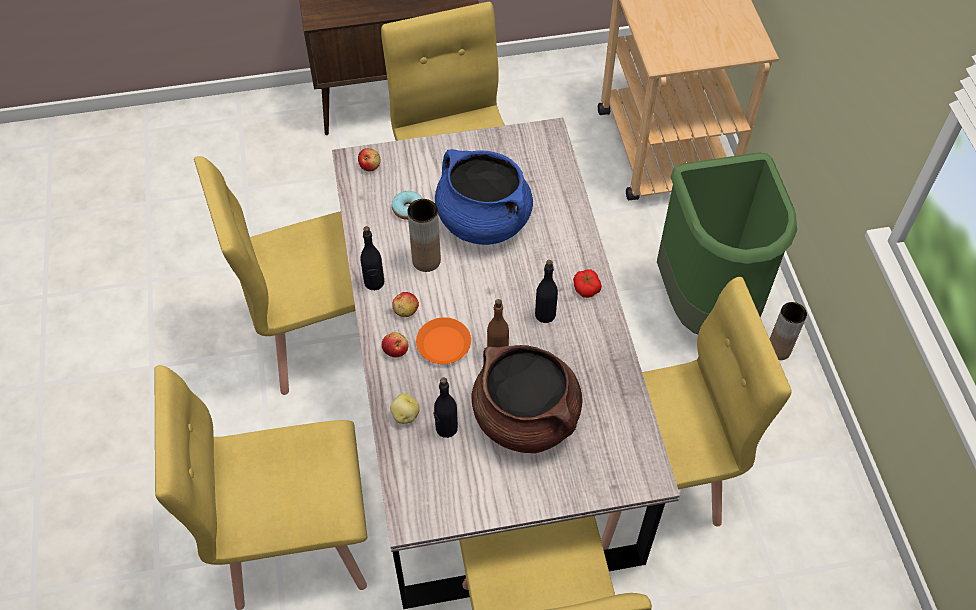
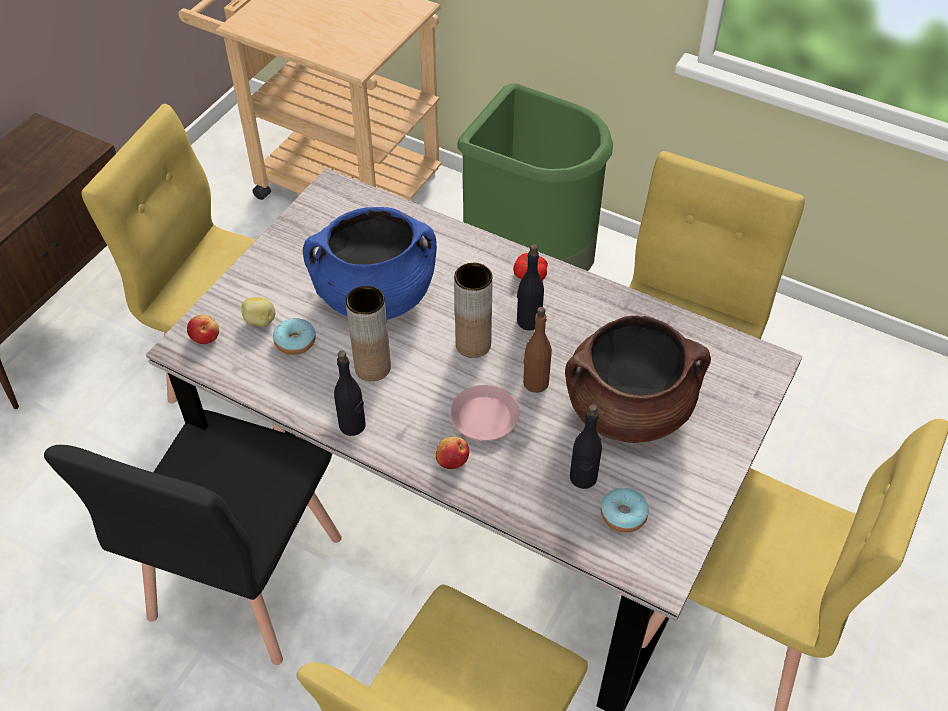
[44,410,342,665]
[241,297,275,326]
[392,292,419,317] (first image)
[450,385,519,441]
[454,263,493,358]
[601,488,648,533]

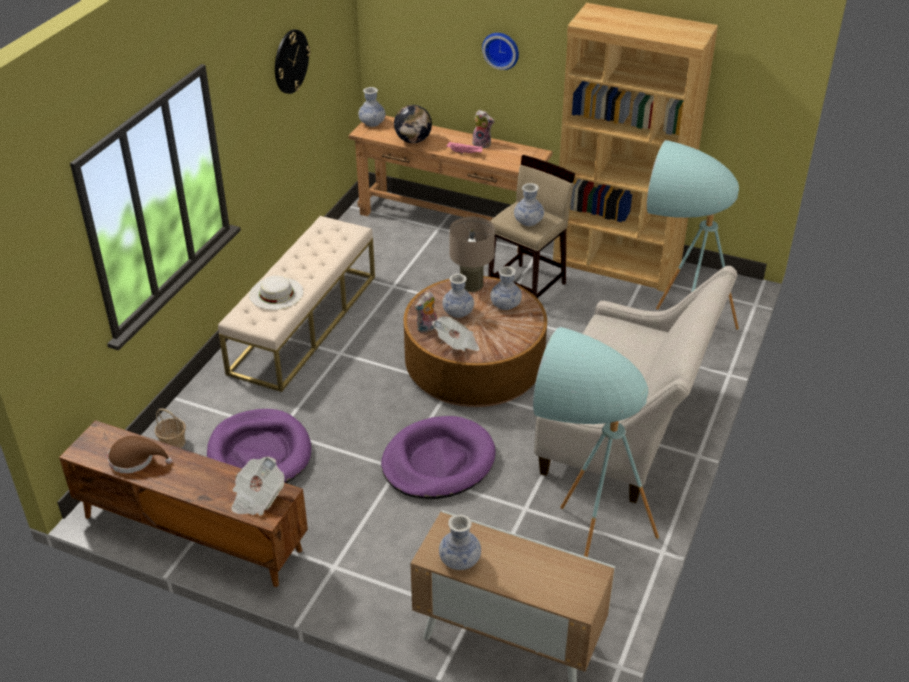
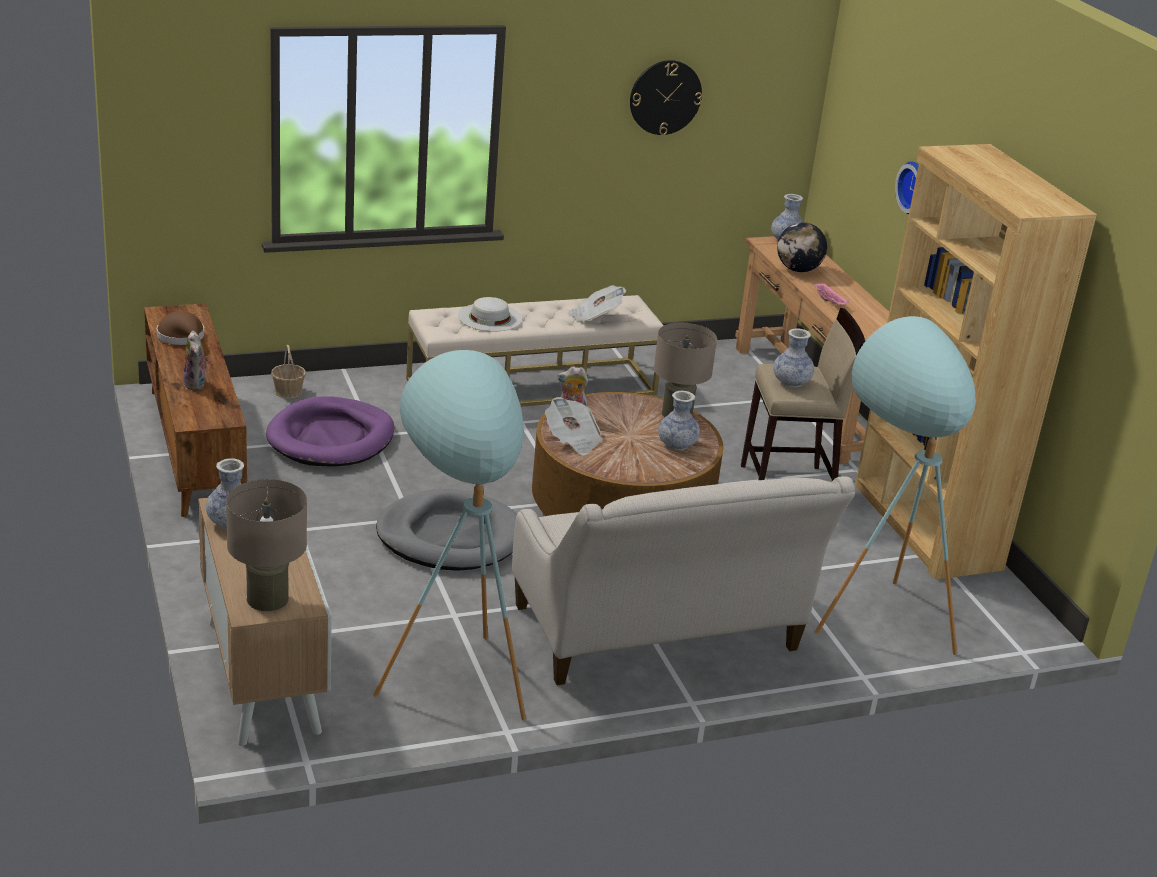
[569,285,626,322]
[376,489,517,571]
[442,274,474,318] (first image)
[183,331,209,390]
[226,479,307,611]

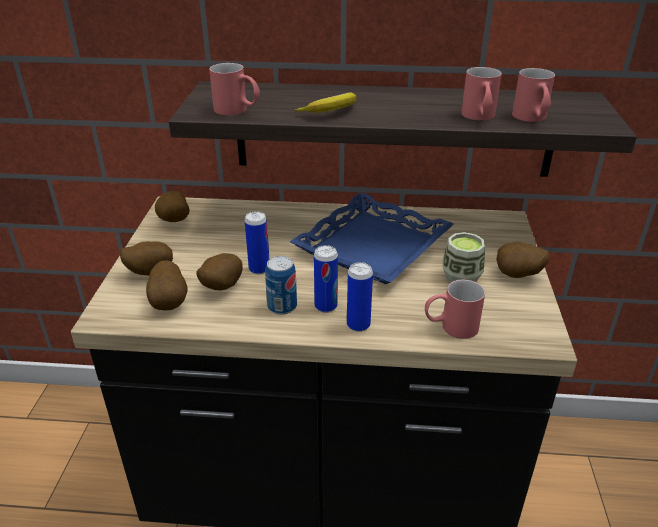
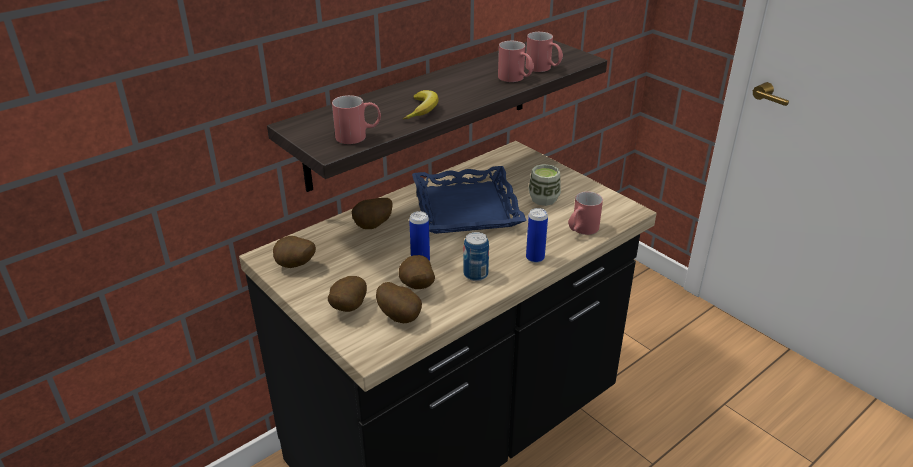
[314,245,338,313] (first image)
[352,198,392,229]

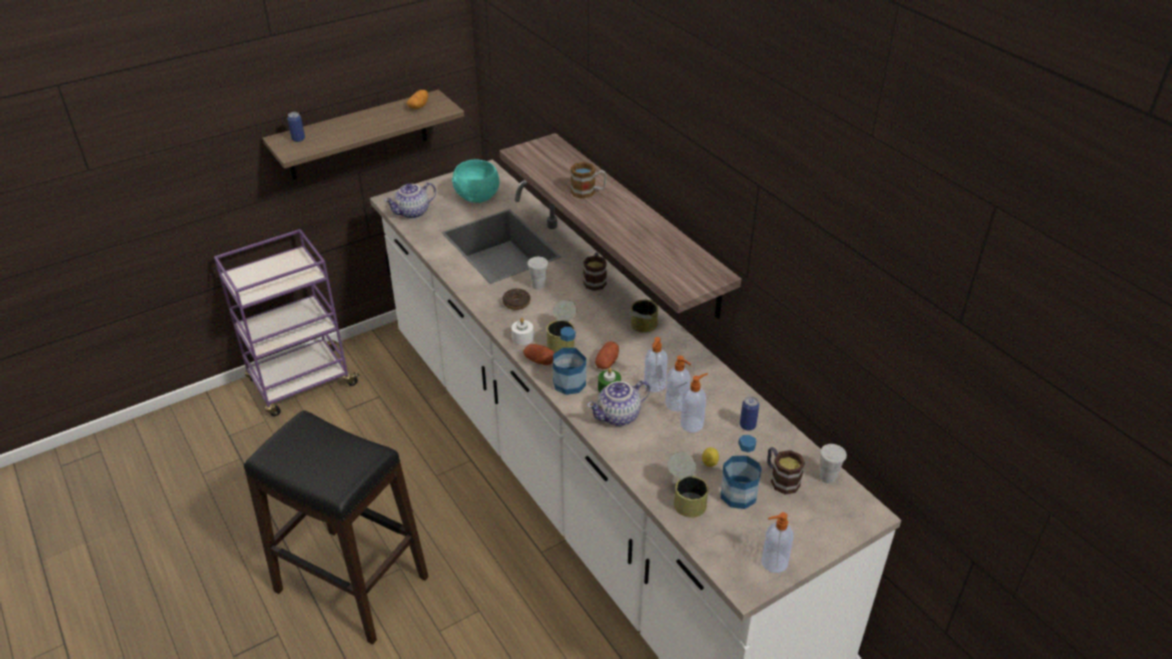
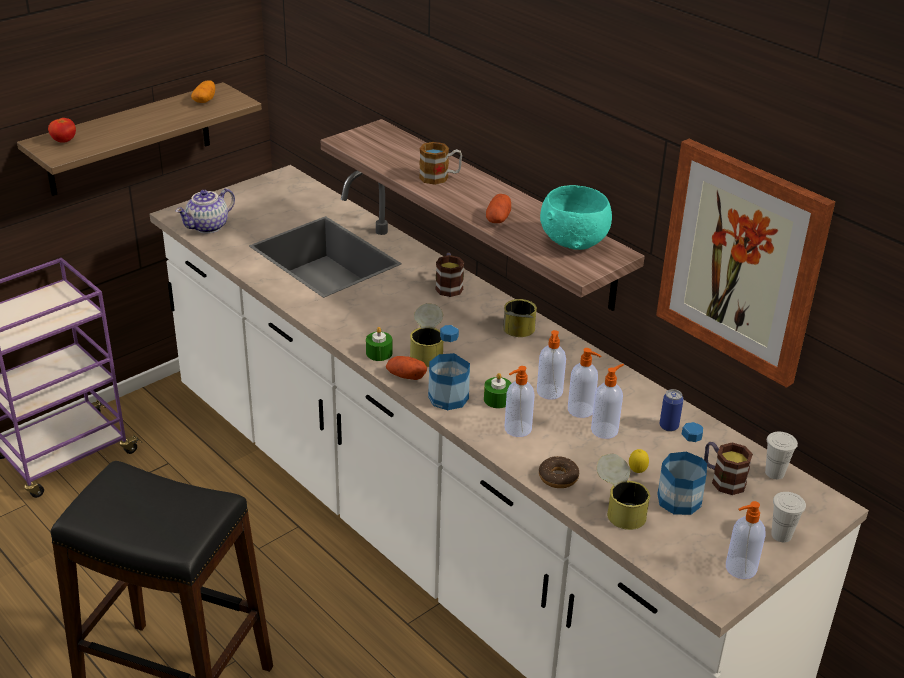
[48,118,76,143]
[540,185,612,250]
[539,456,579,488]
[366,327,392,361]
[771,492,806,542]
[504,366,535,437]
[486,194,511,223]
[656,139,835,388]

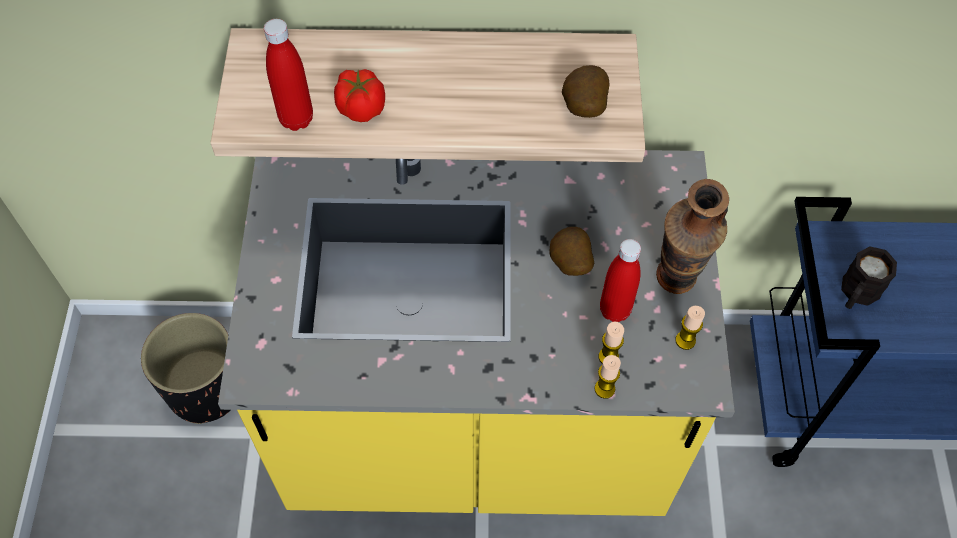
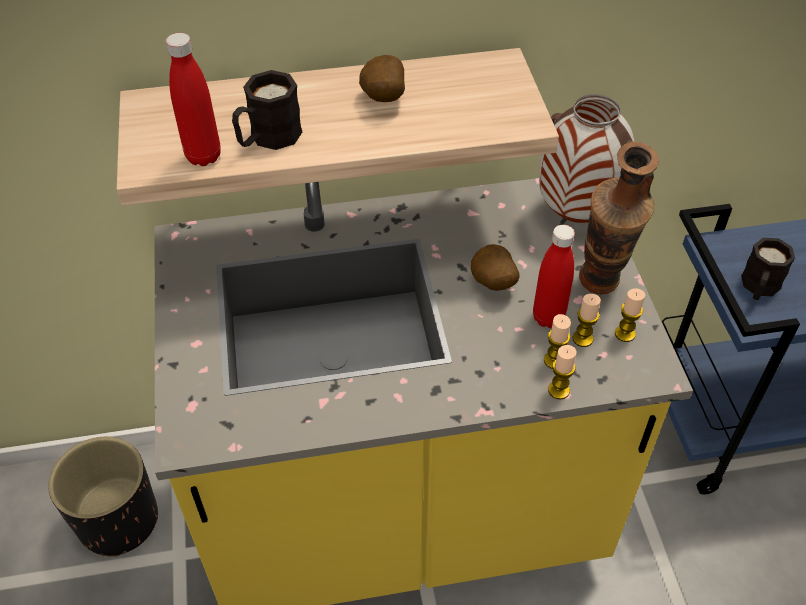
[232,70,302,150]
[359,55,405,102]
[539,94,634,223]
[572,294,601,347]

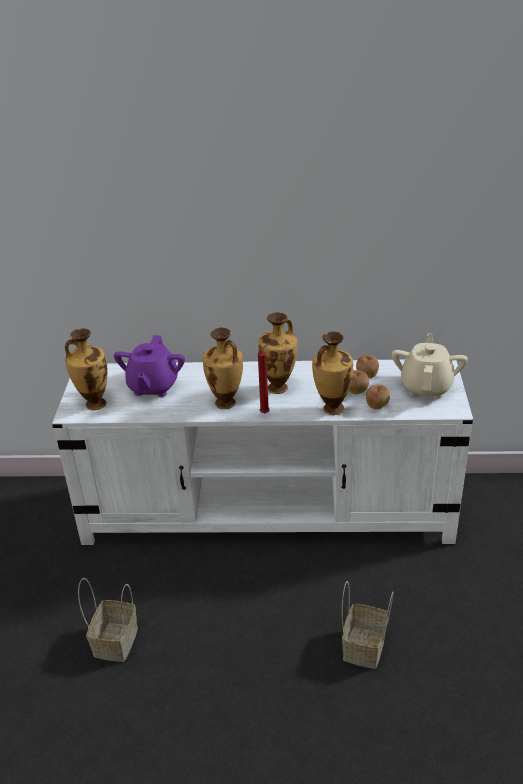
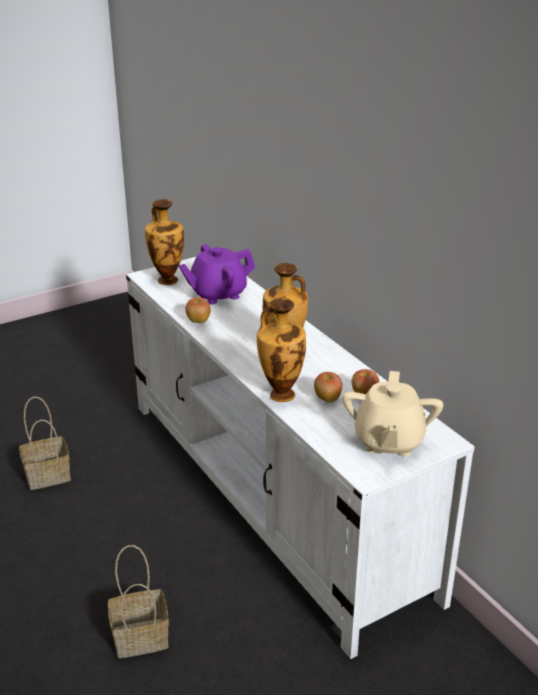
[203,328,243,409] (first image)
[258,343,270,413] (first image)
[186,297,210,323]
[342,371,444,457]

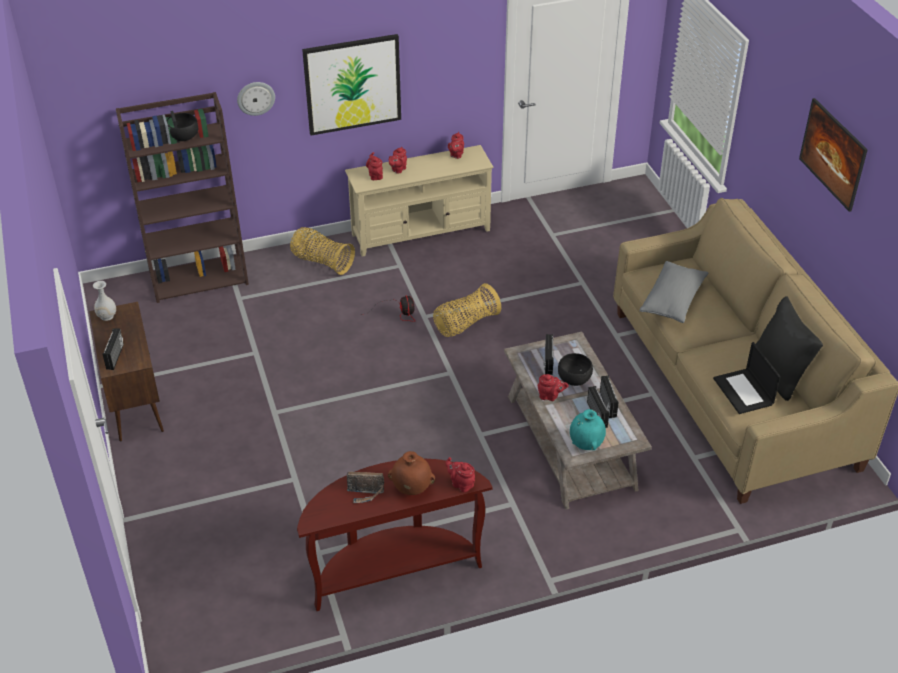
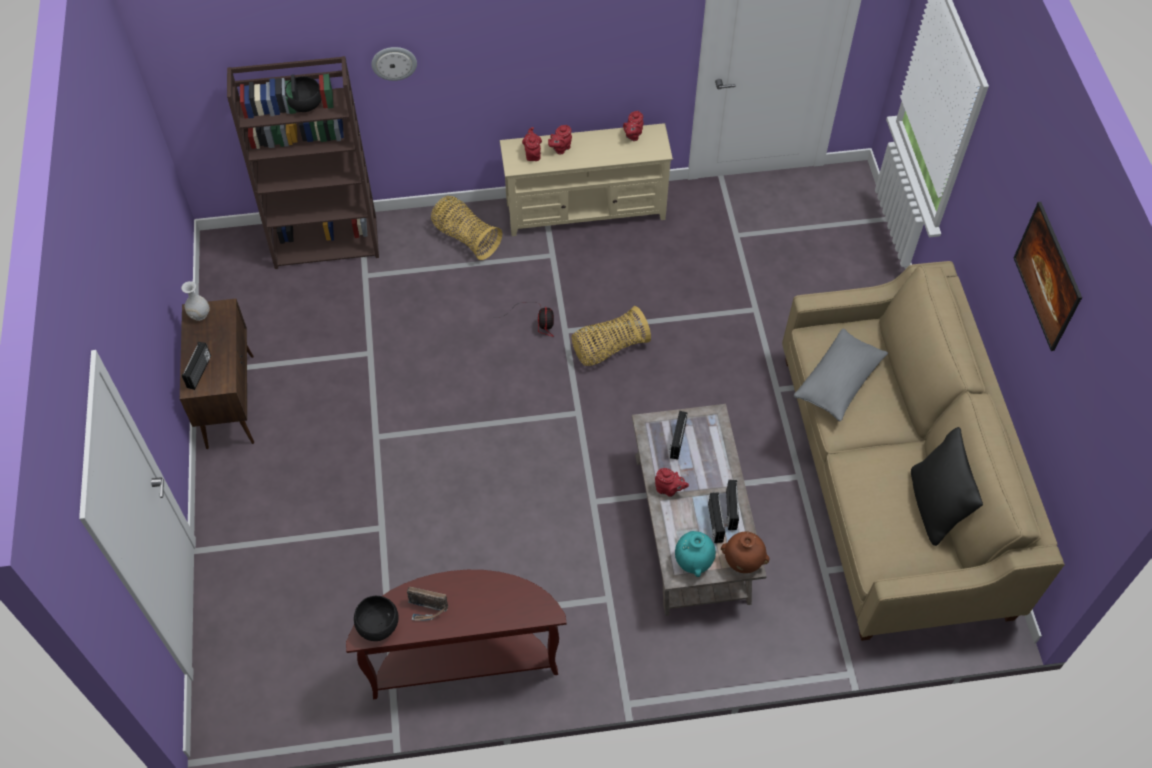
[302,34,401,136] (first image)
[721,531,769,573]
[445,457,475,492] (first image)
[354,596,399,641]
[713,342,781,414] (first image)

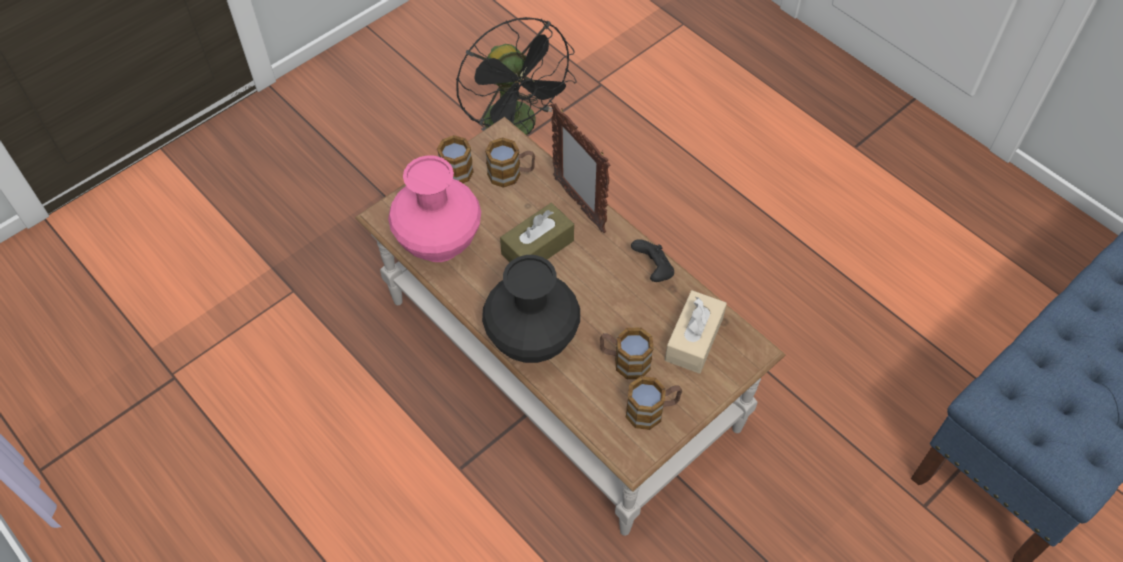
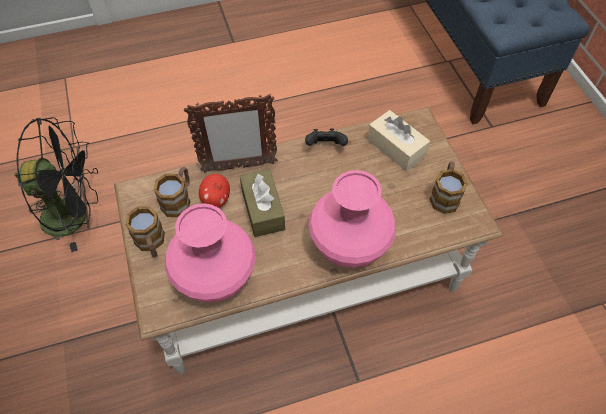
[308,170,396,268]
[600,327,654,379] (first image)
[199,174,230,208]

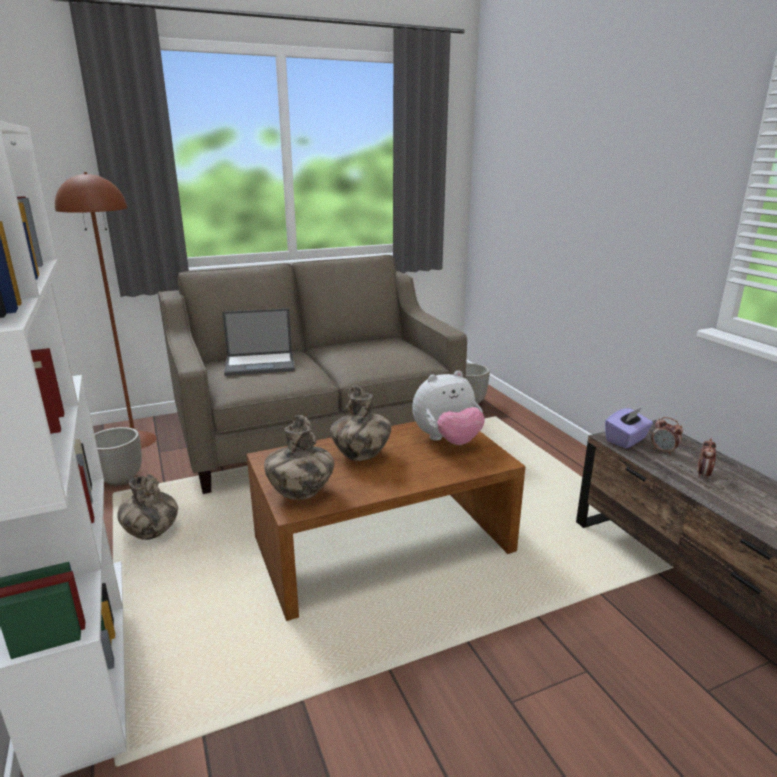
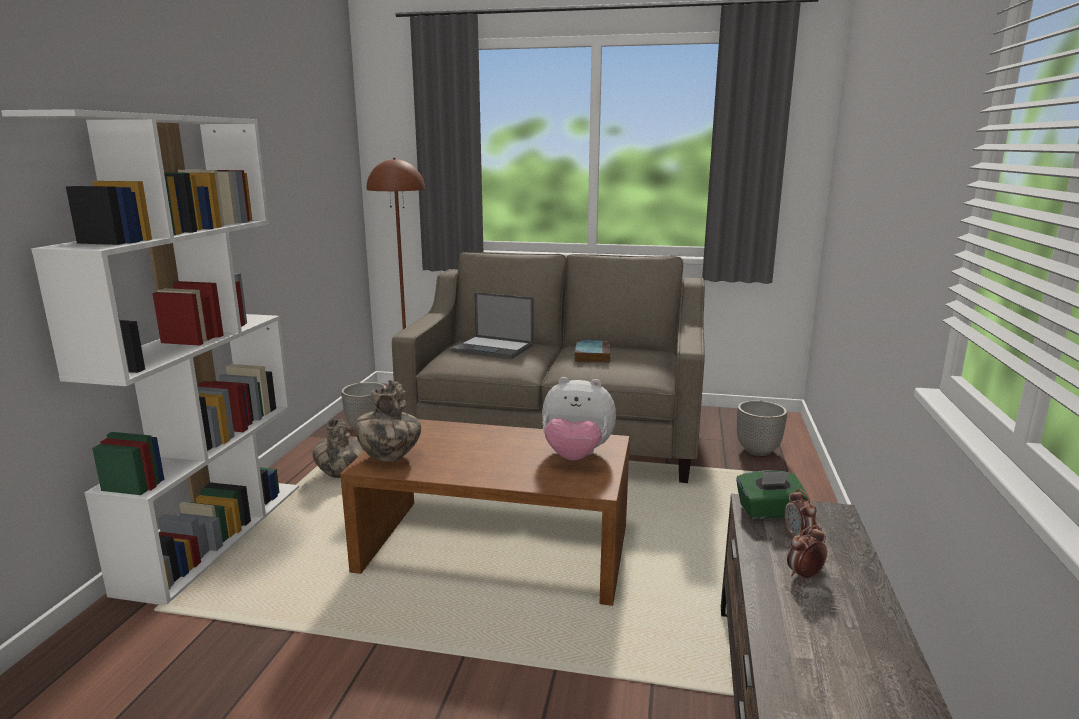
[330,385,391,461] (first image)
[736,470,809,519]
[574,340,611,363]

